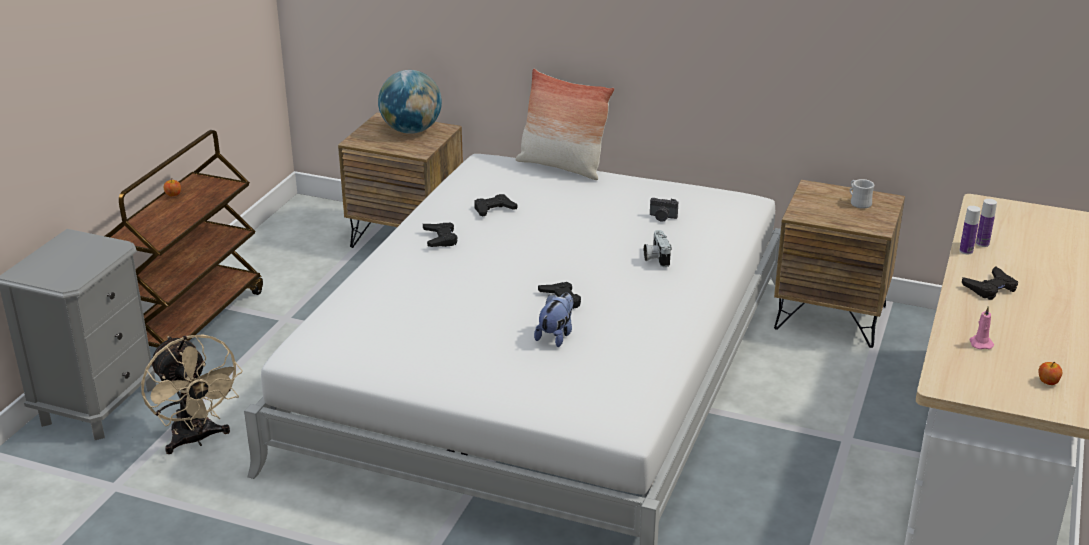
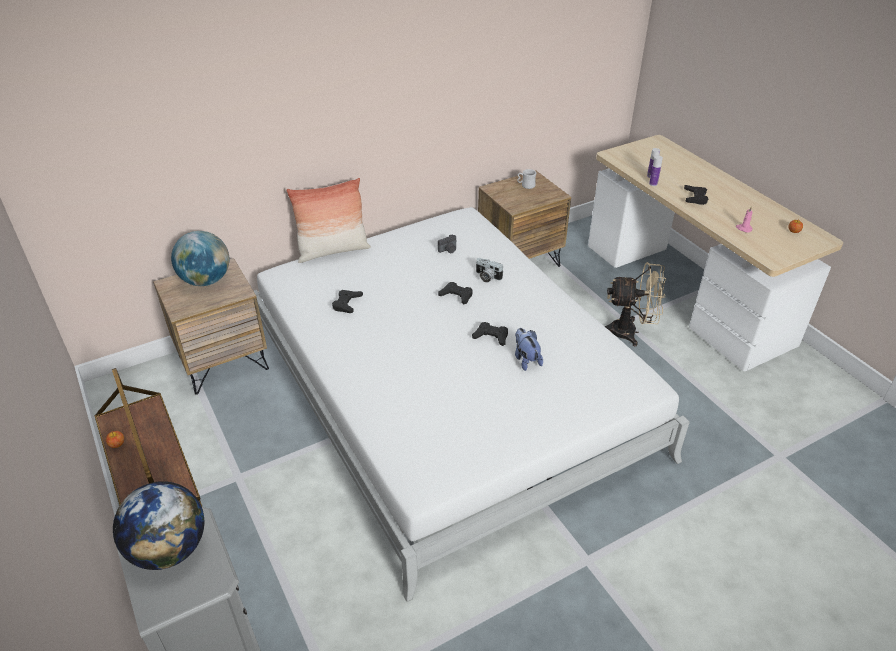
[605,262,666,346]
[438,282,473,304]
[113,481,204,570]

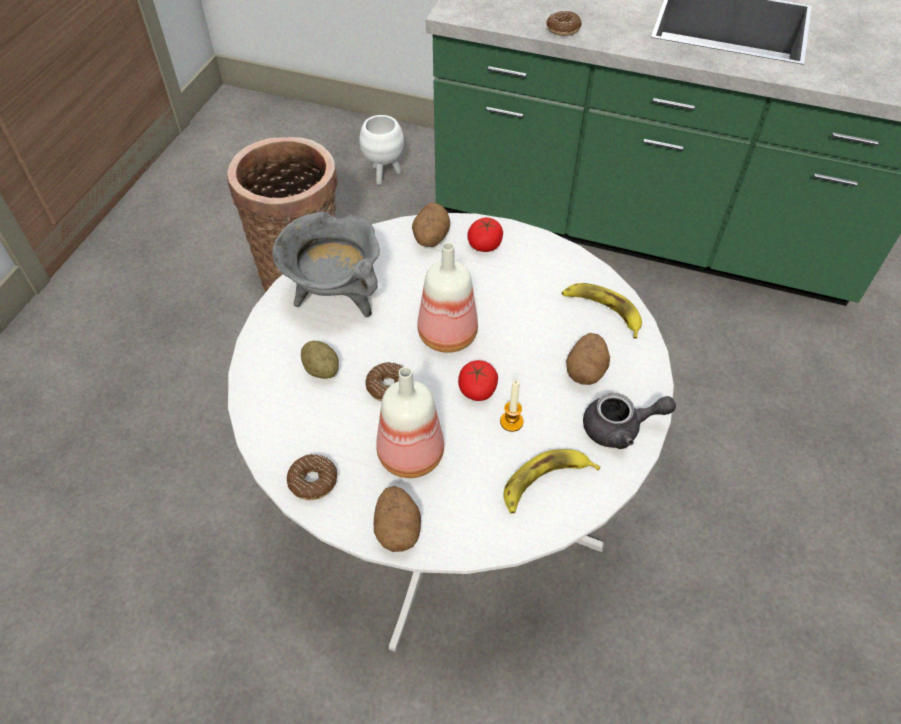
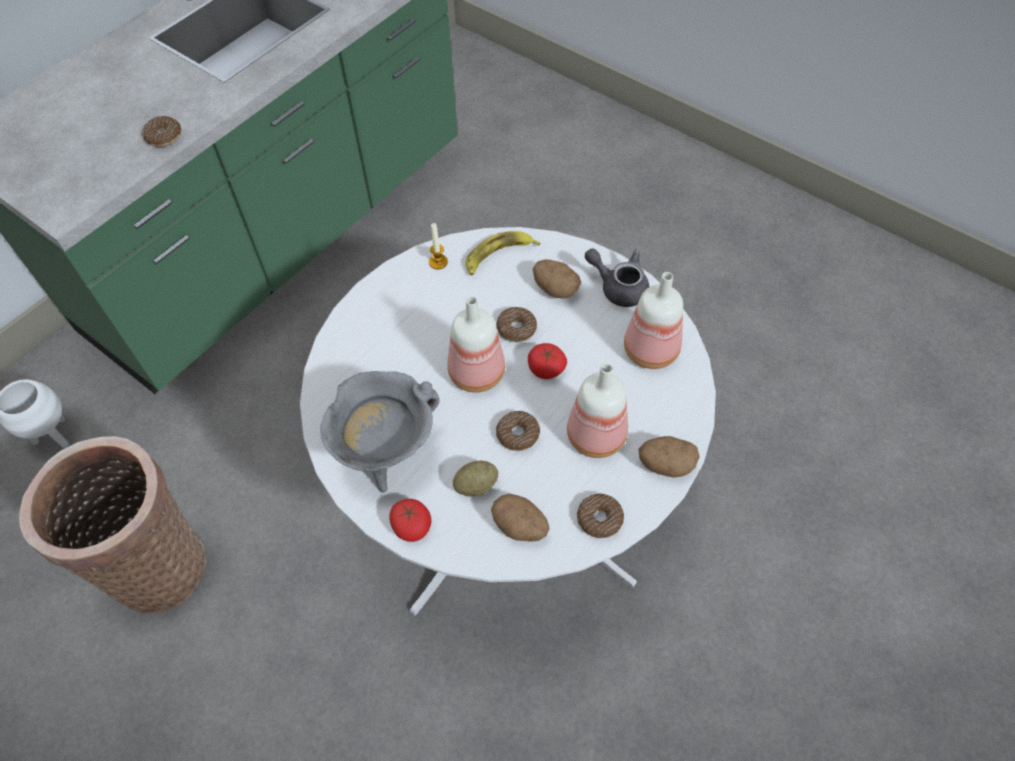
[491,494,550,542]
[389,499,432,542]
[429,223,448,269]
[624,272,683,369]
[585,248,649,307]
[496,307,537,342]

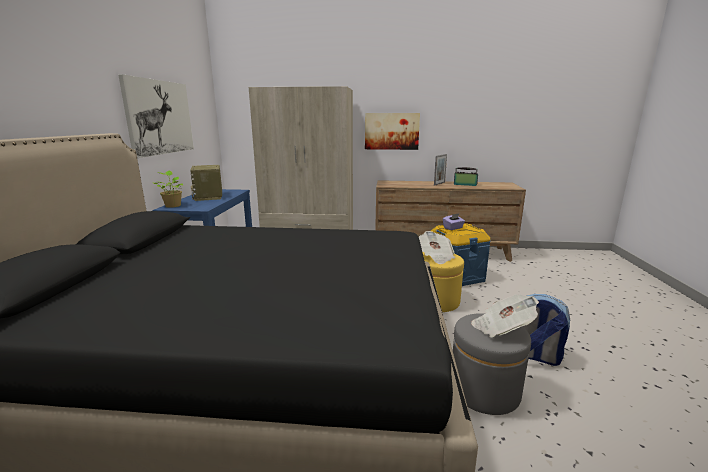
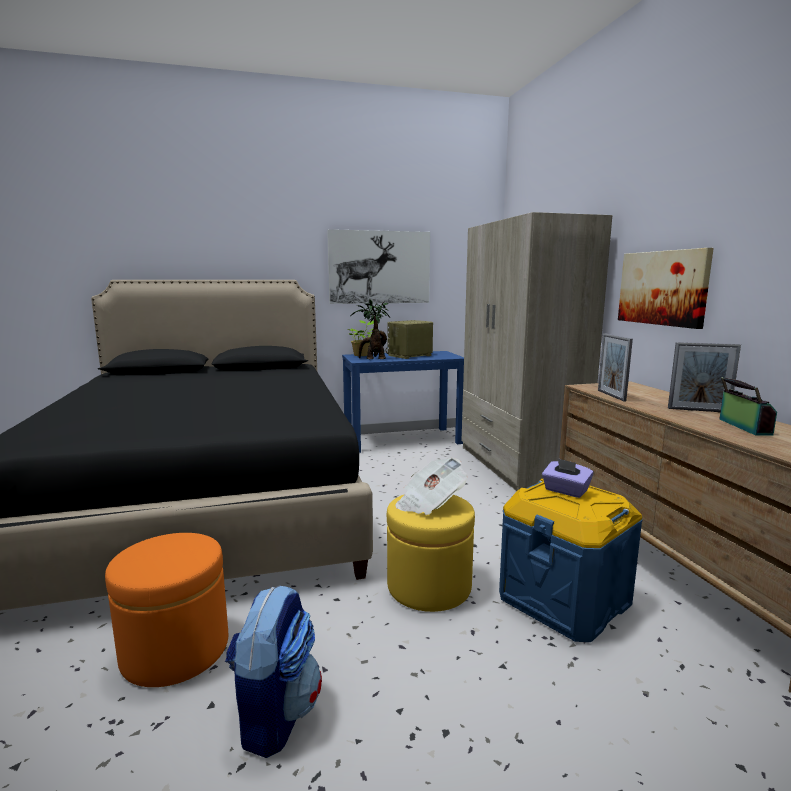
[105,533,228,687]
[471,294,539,338] (first image)
[351,299,390,359]
[598,333,633,401]

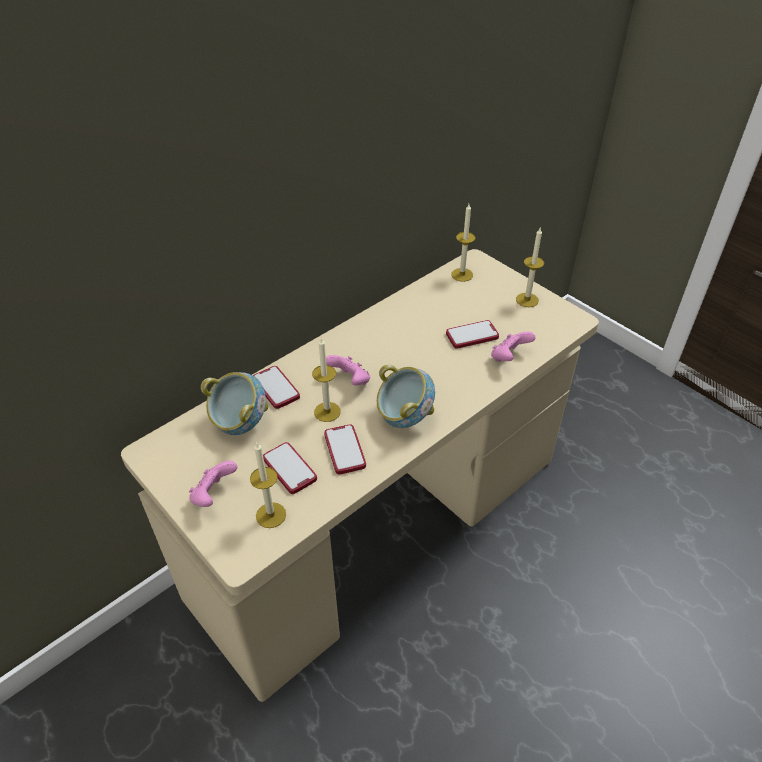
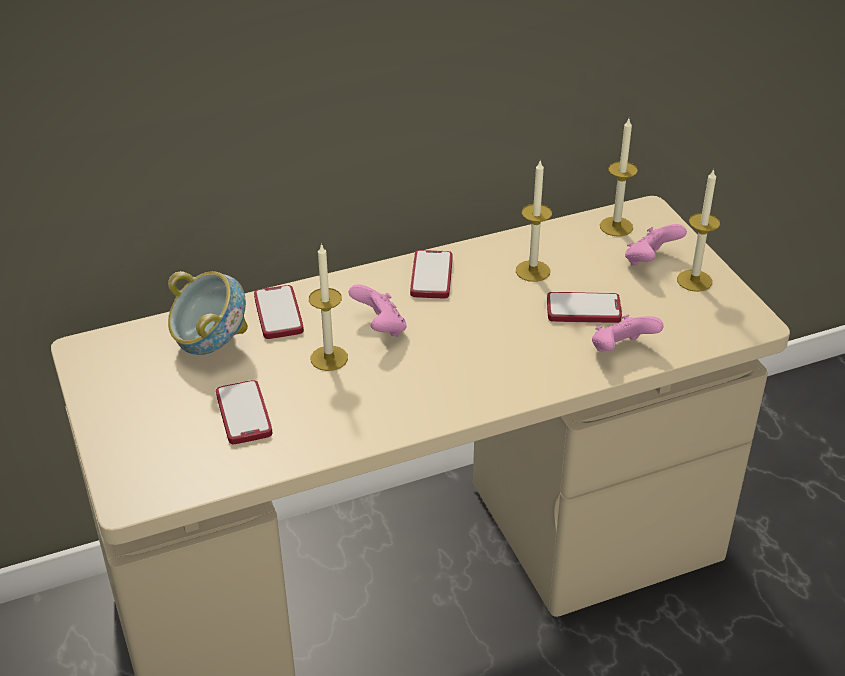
[625,224,687,265]
[516,159,552,282]
[410,250,453,298]
[377,364,435,428] (first image)

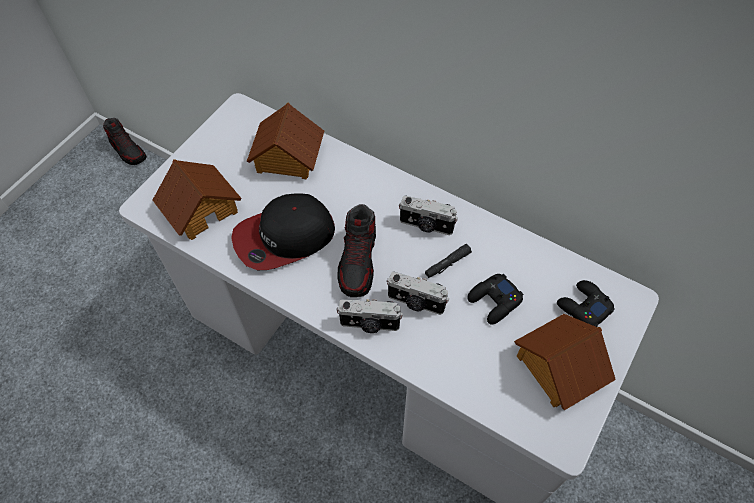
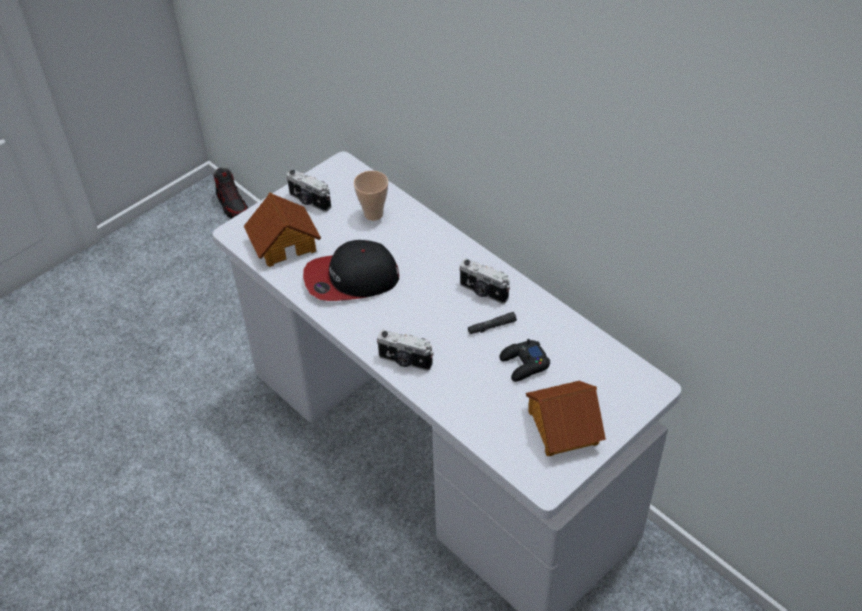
[354,171,388,221]
[337,204,376,297] (first image)
[287,169,331,212]
[557,280,615,327] (first image)

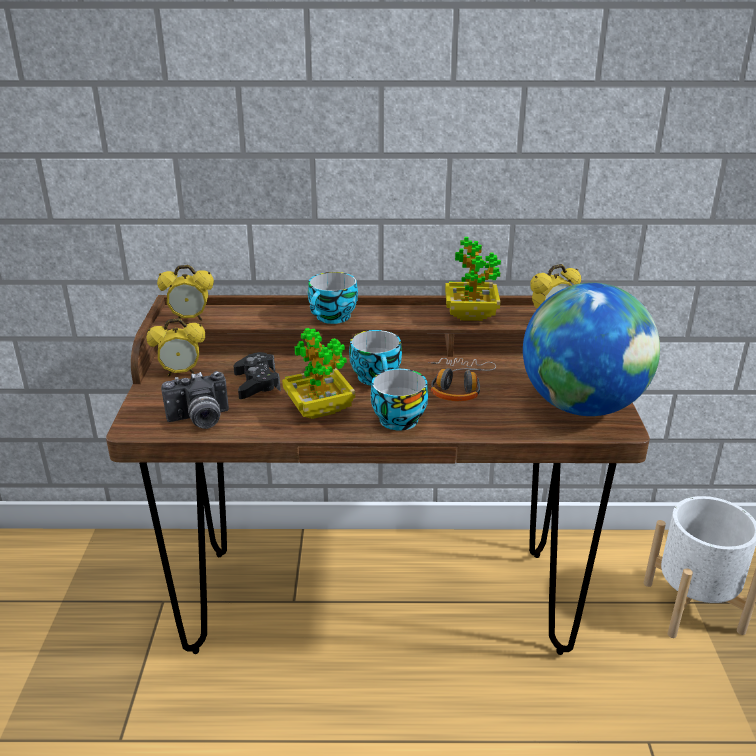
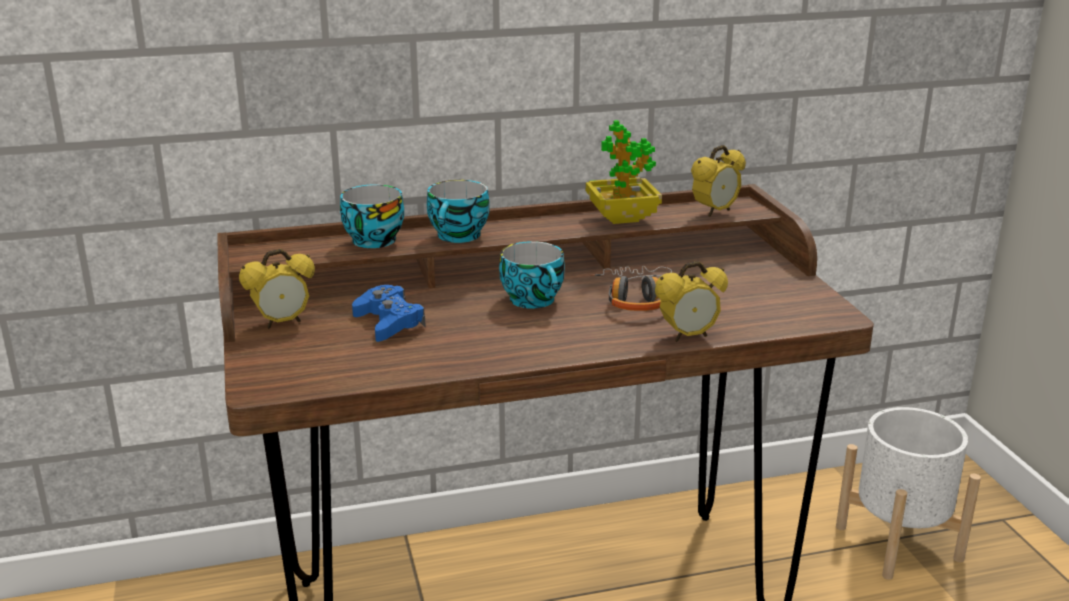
[655,261,728,342]
[161,371,229,429] (first image)
[352,285,426,342]
[282,328,355,419] (first image)
[340,184,404,248]
[523,282,660,416] (first image)

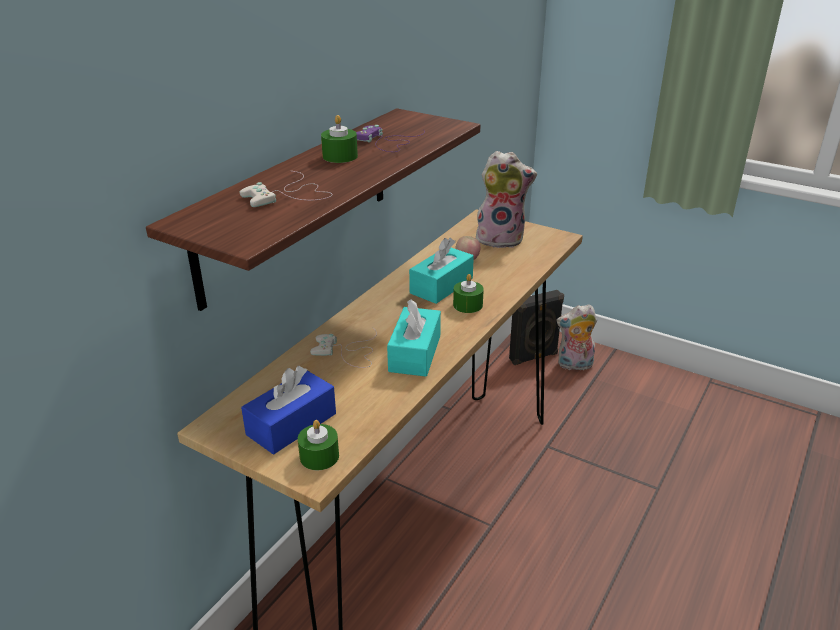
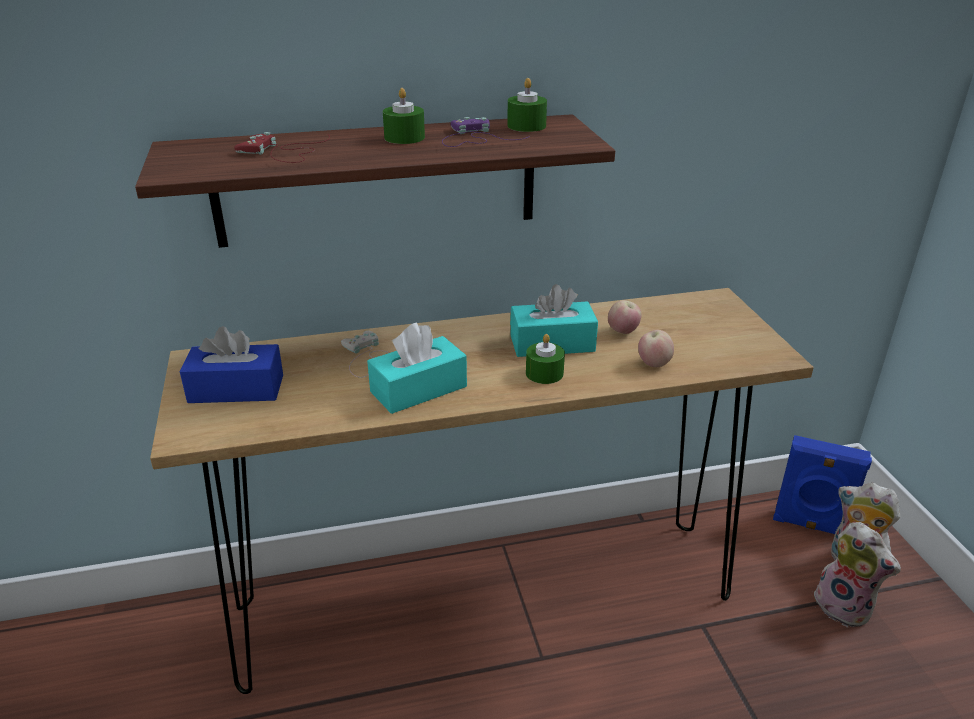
[234,132,330,163]
[507,78,547,132]
[814,522,901,627]
[773,435,872,534]
[638,330,674,367]

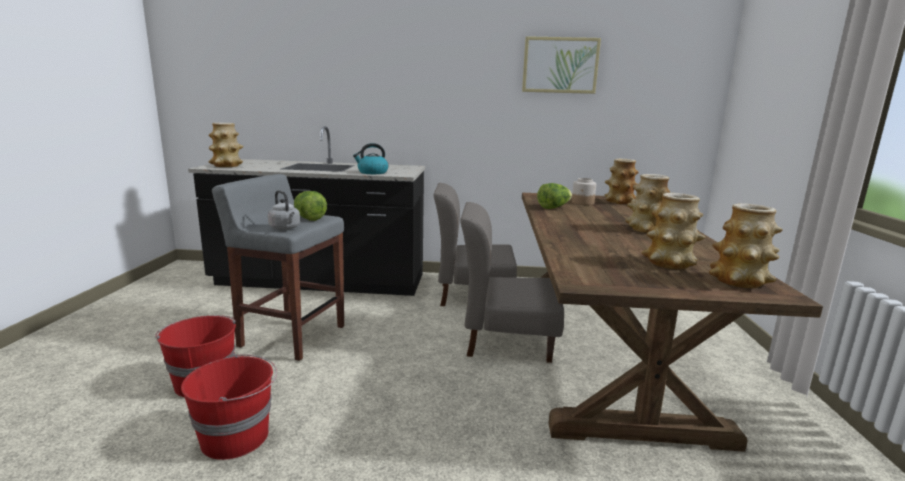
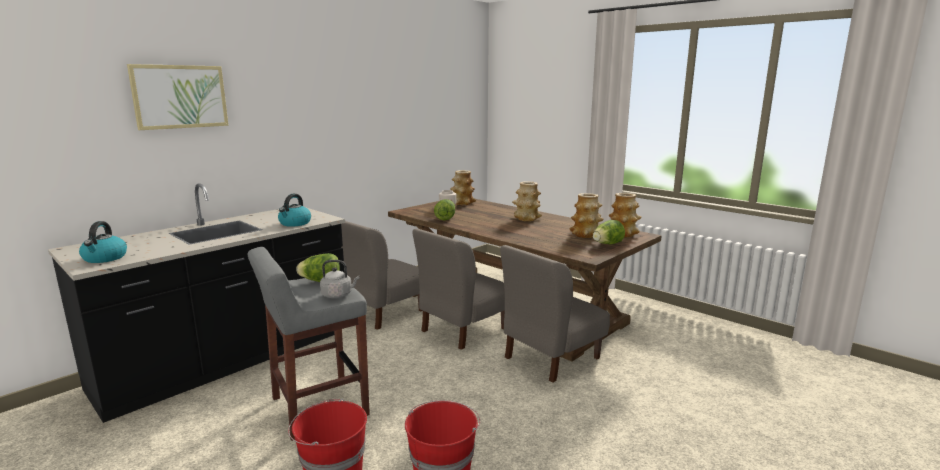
[79,221,127,263]
[127,64,229,130]
[500,245,610,383]
[593,220,625,244]

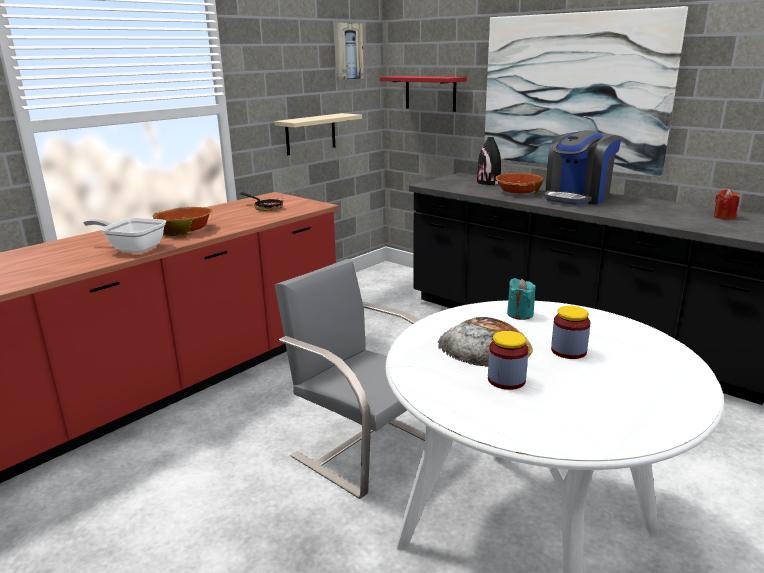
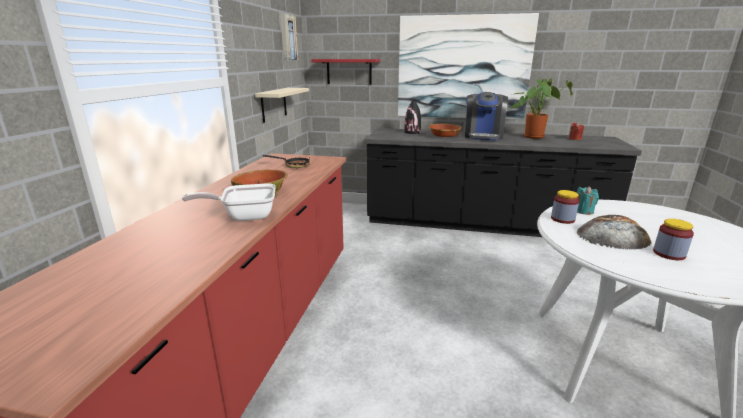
[274,259,426,499] (first image)
[551,190,579,224]
[511,79,573,139]

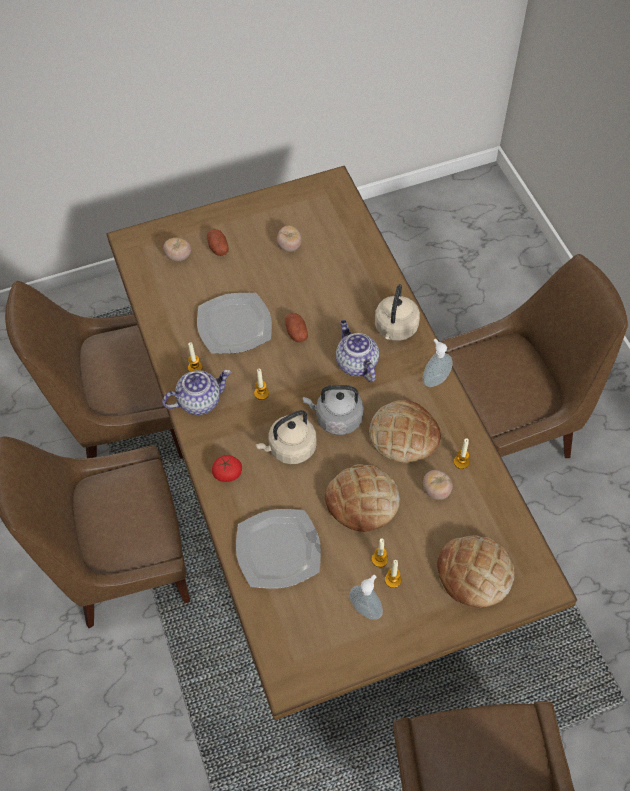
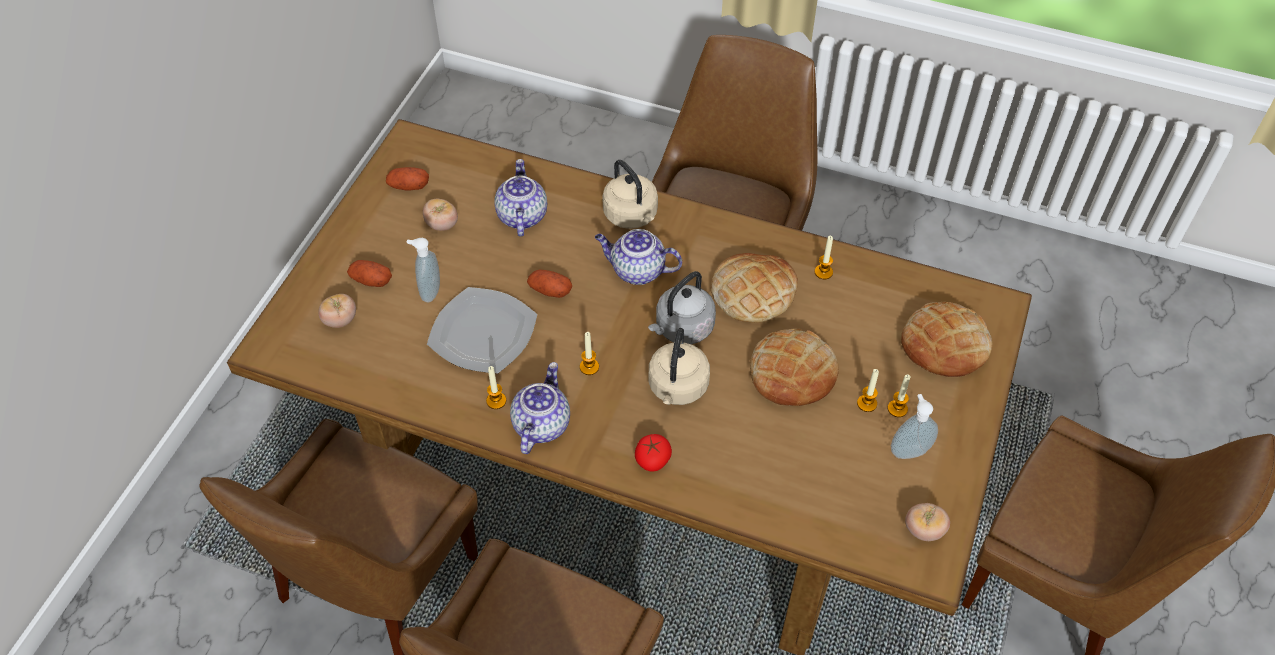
[236,509,321,589] (first image)
[406,238,440,302]
[905,503,950,541]
[386,167,429,191]
[494,159,547,236]

